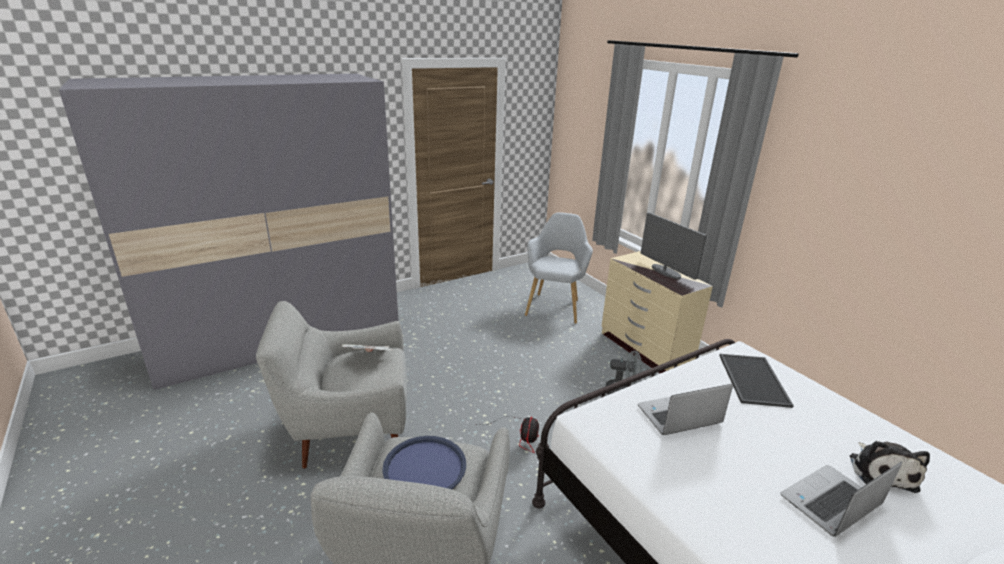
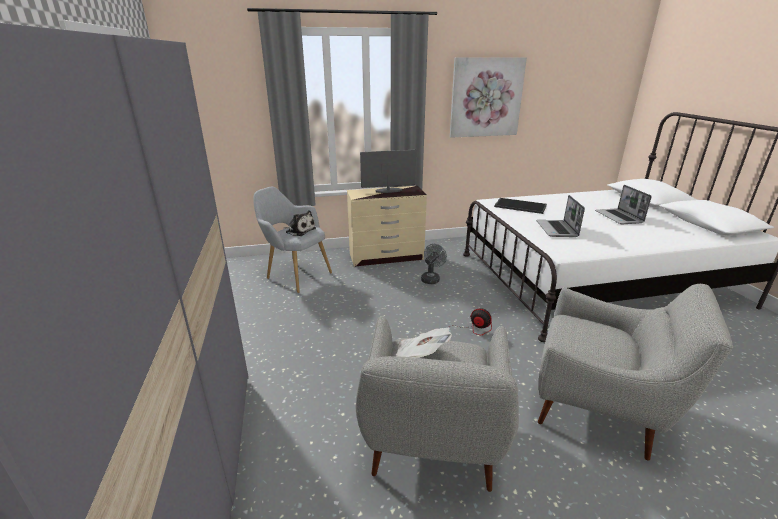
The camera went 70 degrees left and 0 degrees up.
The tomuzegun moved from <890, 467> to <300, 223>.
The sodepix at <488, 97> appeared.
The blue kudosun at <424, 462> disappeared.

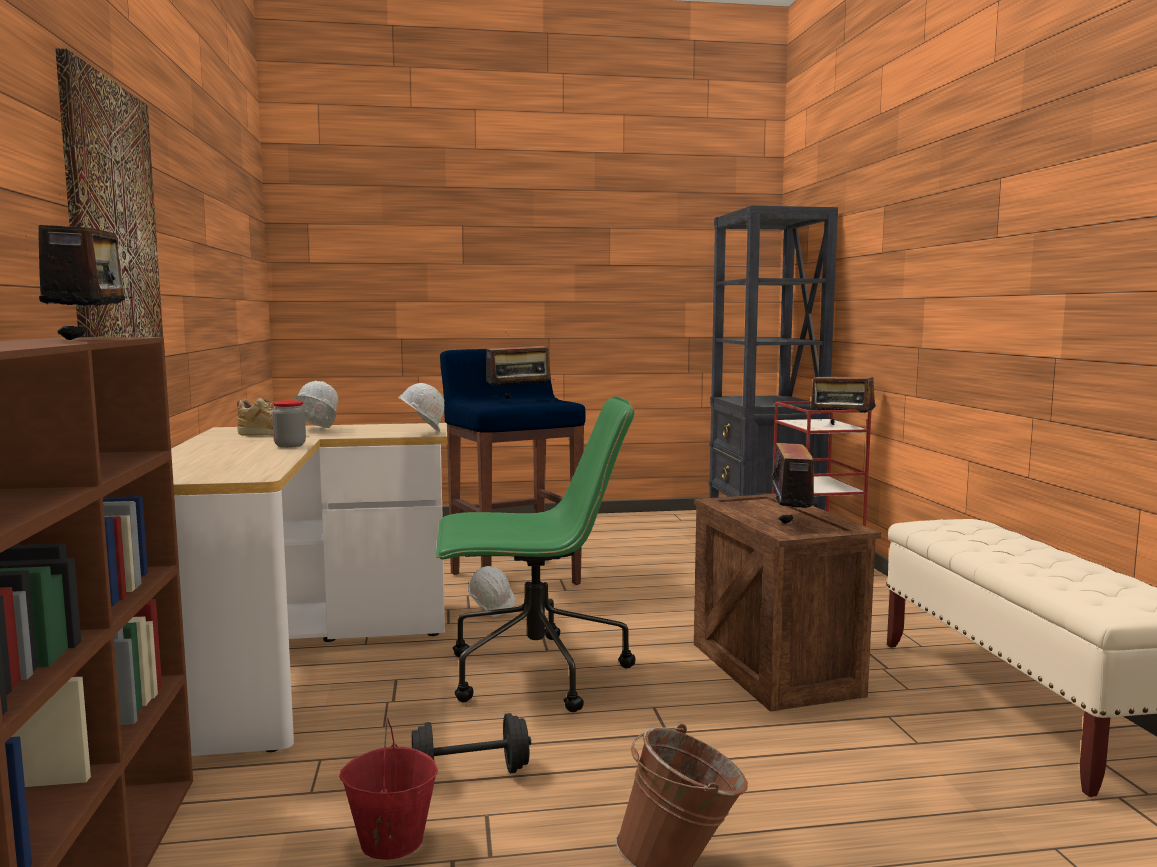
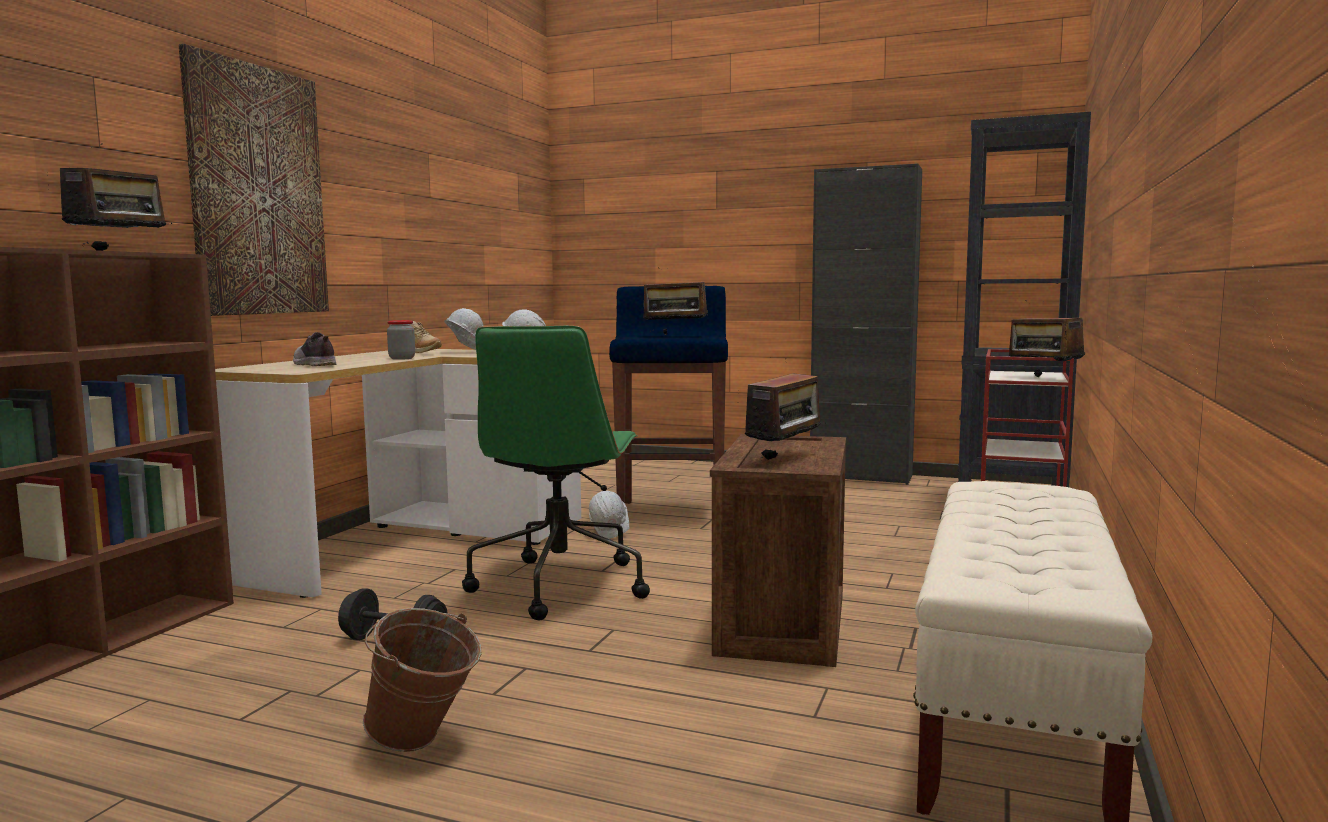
The camera went 30 degrees right and 0 degrees up.
The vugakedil at <314, 349> appeared.
The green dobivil at <536, 554> turned 75 degrees clockwise.
The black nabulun at <866, 324> appeared.
The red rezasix at <388, 789> disappeared.

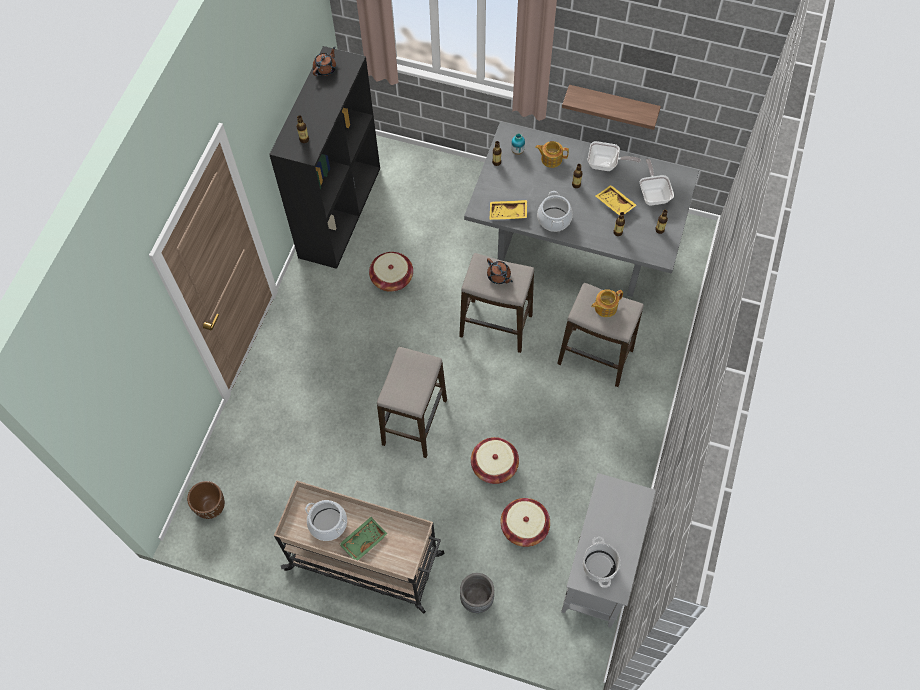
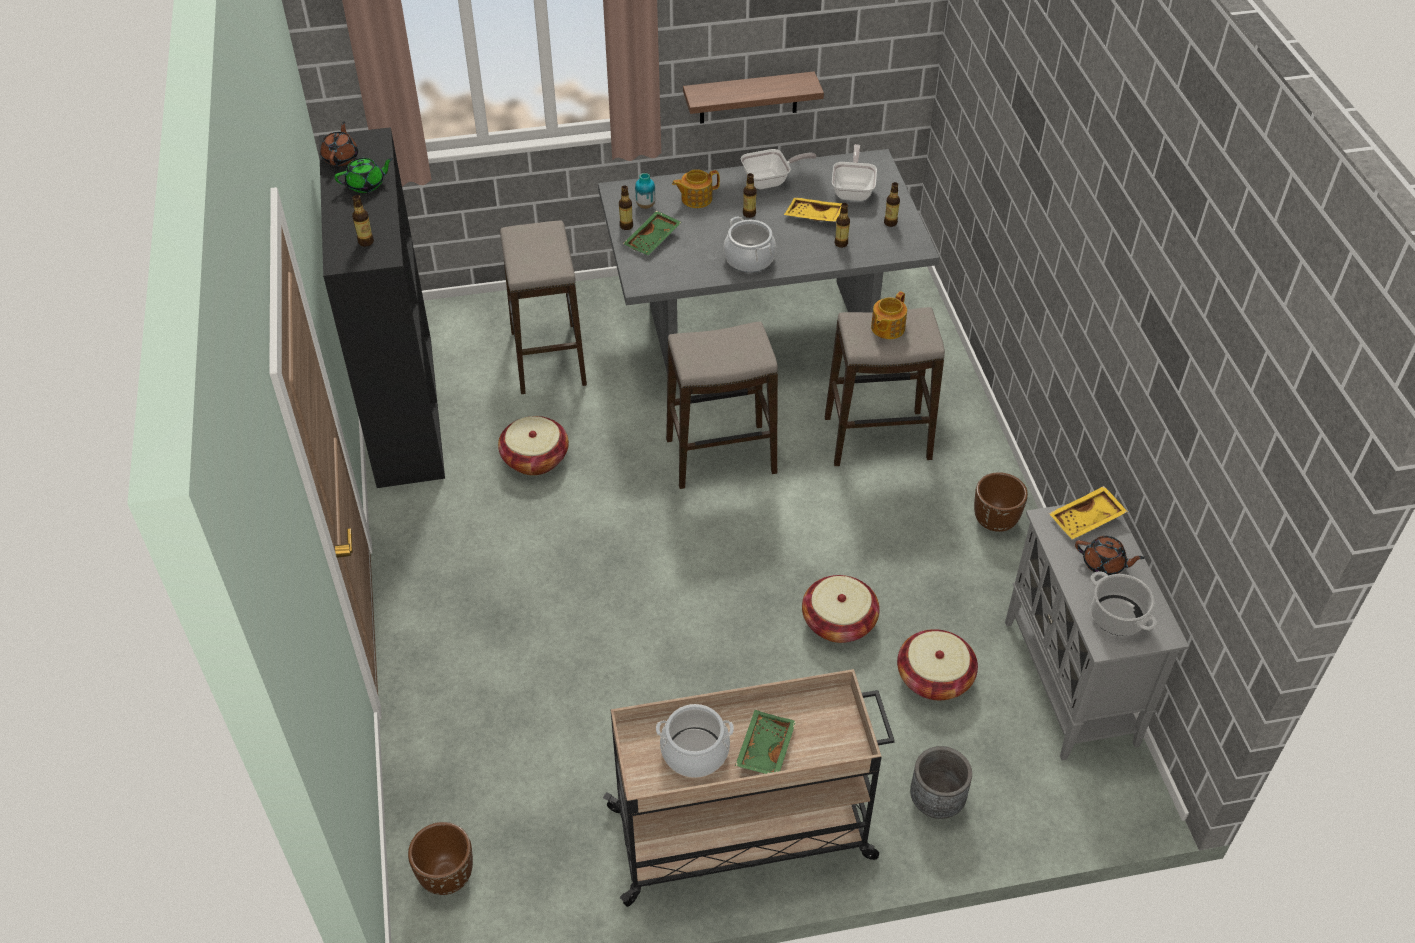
The camera went 30 degrees left and 15 degrees down.
The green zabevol at <363, 175> appeared.
The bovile moved from <412, 402> to <543, 307>.
The green kudosun at <652, 232> appeared.
The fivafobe at <657, 182> turned 45 degrees clockwise.
The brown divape at <1001, 502> appeared.
The yellow kudosun moved from <508, 210> to <1088, 512>.
The brown zabevol moved from <500, 271> to <1110, 555>.

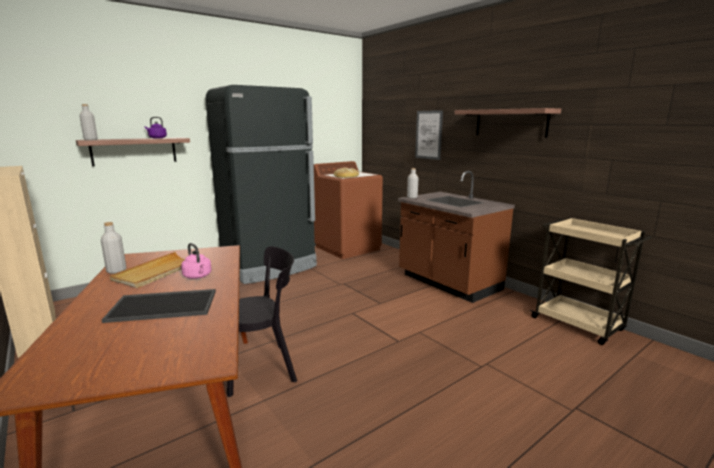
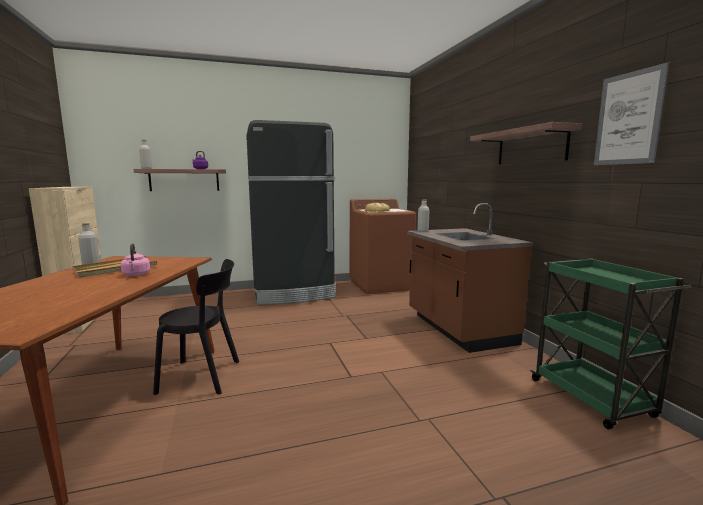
The camera went 20 degrees right and 5 degrees down.
The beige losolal at <591, 281> became the green losolal at <611, 343>.
The sodepix moved from <429, 135> to <631, 113>.
The kudosun at <159, 306> disappeared.

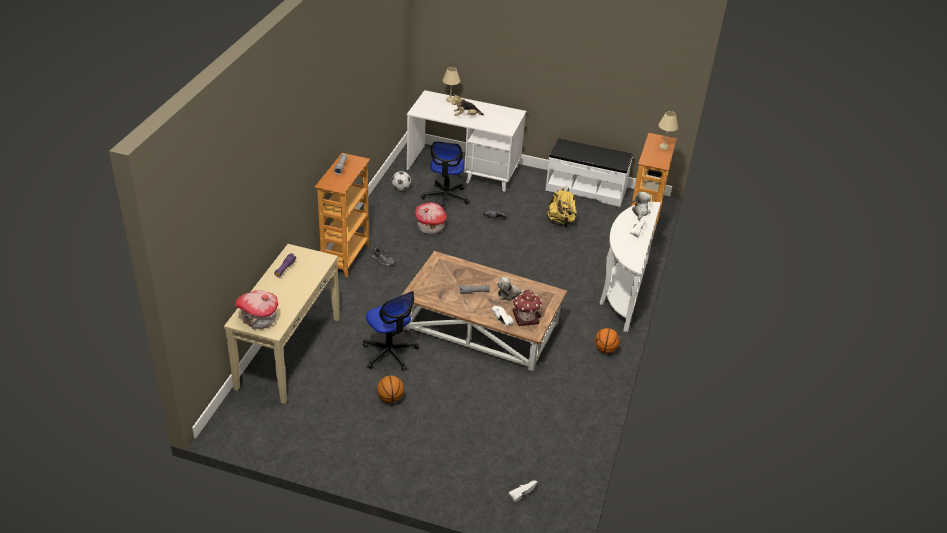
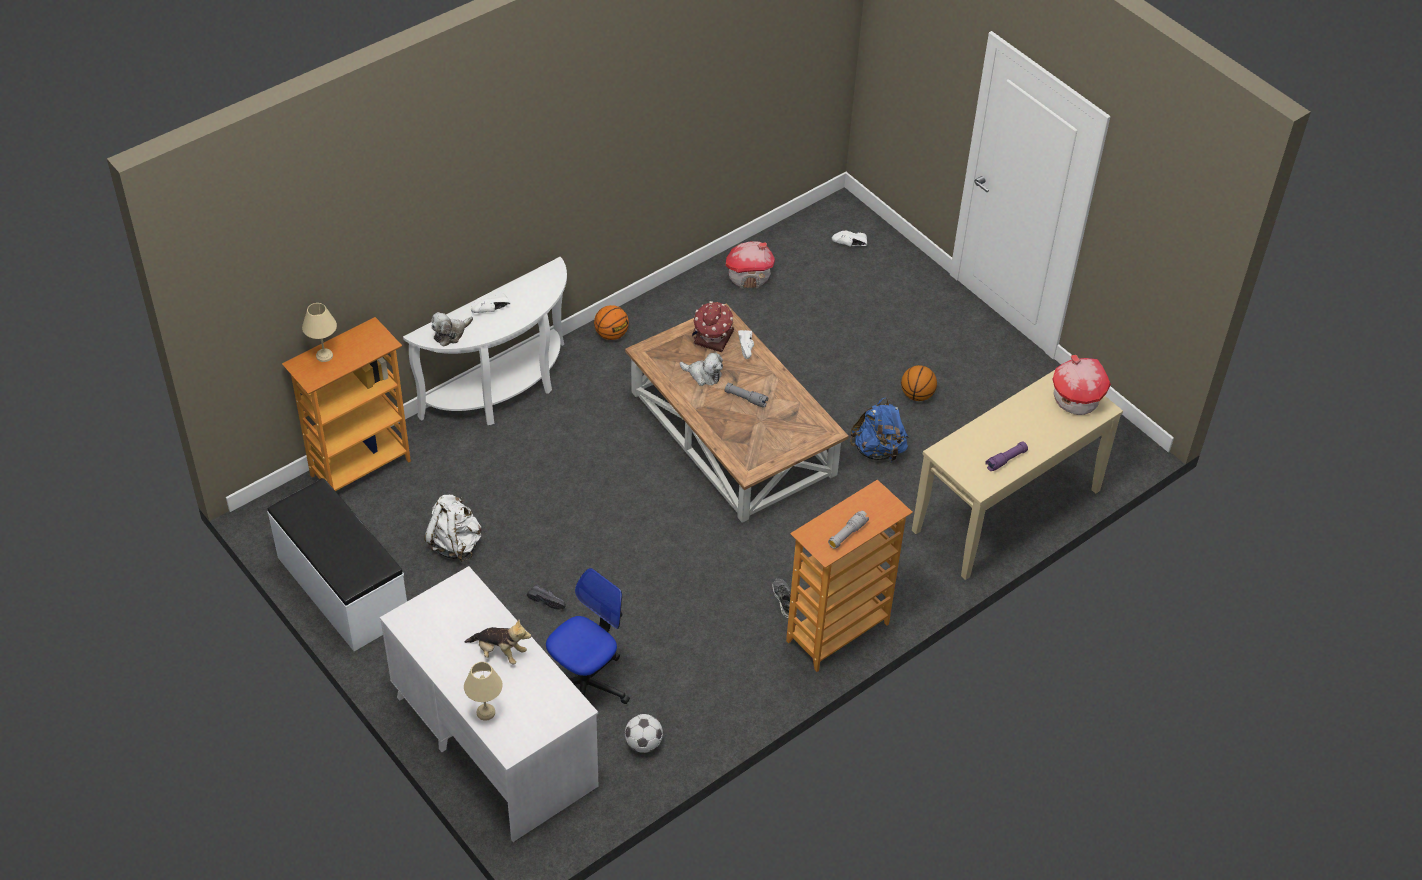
The camera went 145 degrees left and 10 degrees up.
The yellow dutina at <561, 206> became the white dutina at <453, 528>.
The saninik moved from <431, 218> to <750, 265>.
The dobivil at <391, 331> was replaced by the blue dutina at <879, 429>.

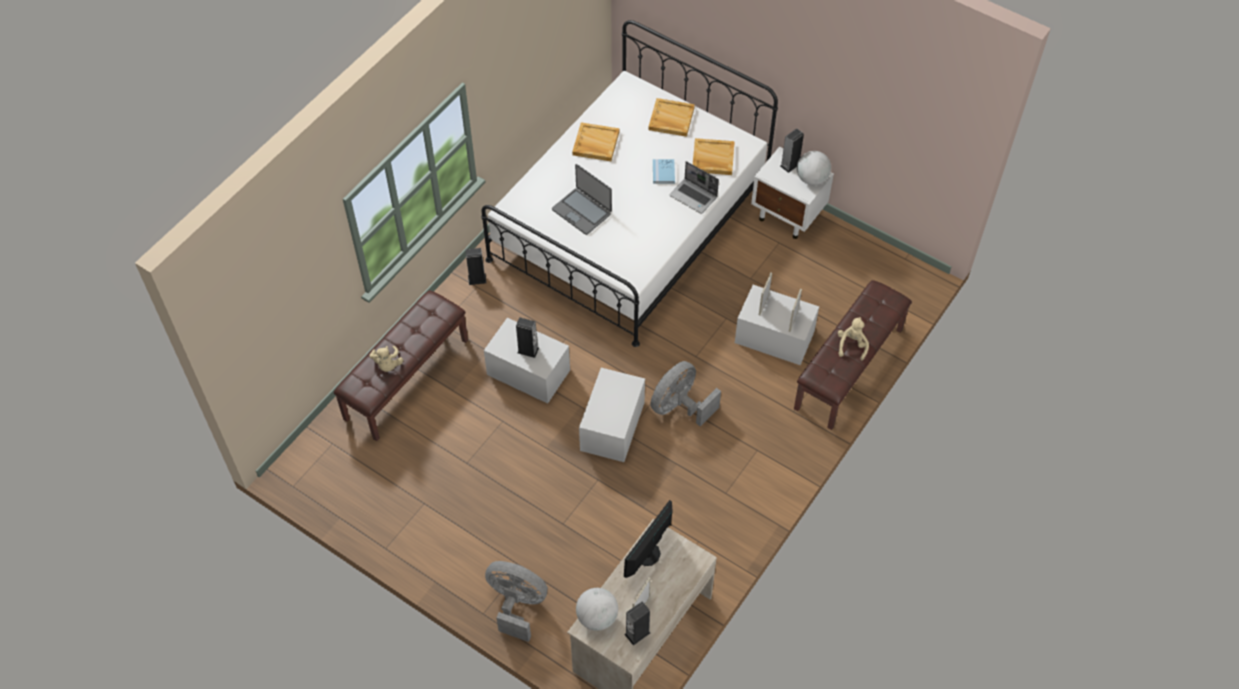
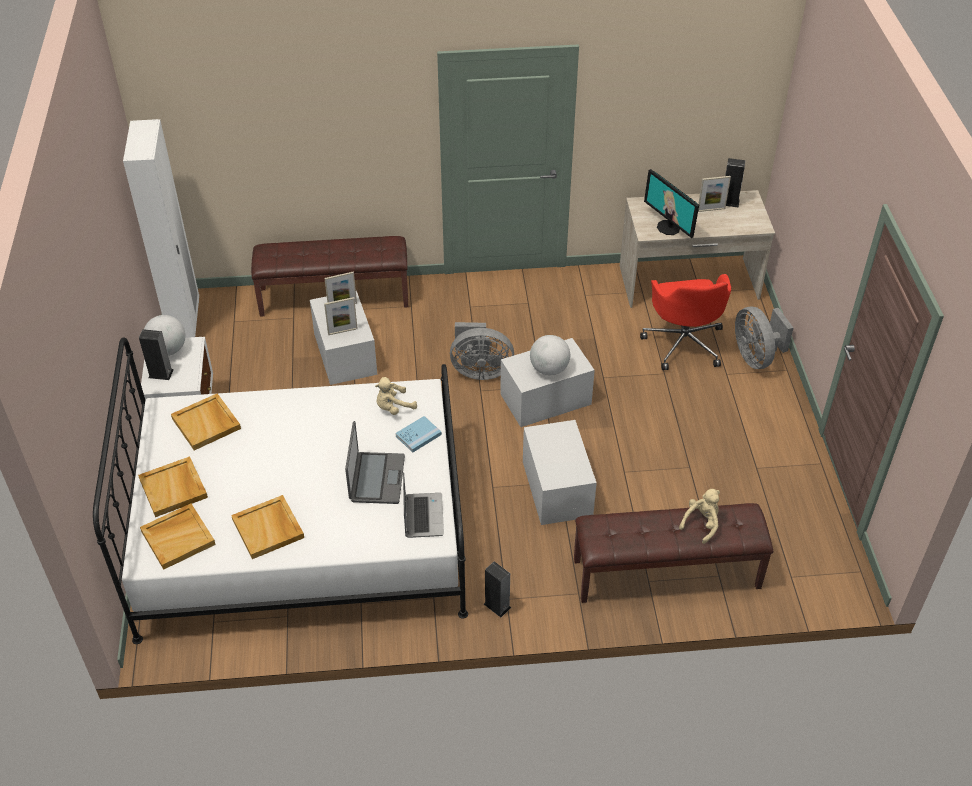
The camera went 130 degrees left and 10 degrees down.
The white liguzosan at <161, 228> appeared.
The beige kudosun at <178, 537> appeared.
The beige tomuzegun moved from <853, 338> to <396, 396>.
The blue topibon moved from <664, 171> to <418, 434>.
The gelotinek moved from <694, 187> to <423, 505>.
The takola moved from <597, 609> to <550, 355>.
The red dobivil at <685, 322> appeared.
The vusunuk at <648, 539> turned 60 degrees clockwise.
The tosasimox at <527, 337> disappeared.

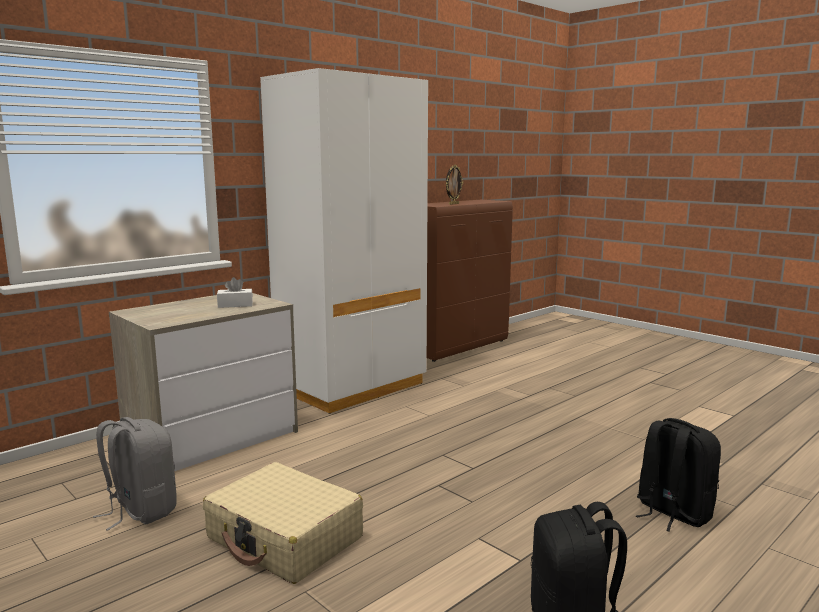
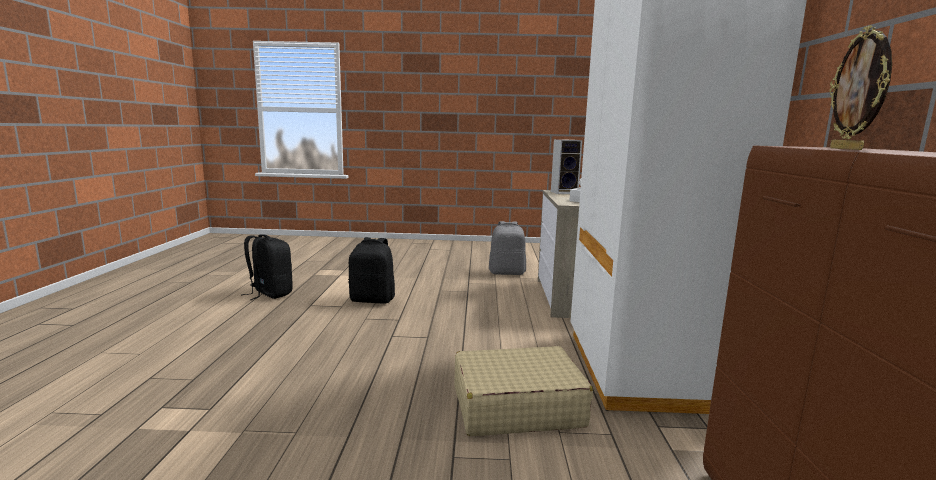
The camera went 135 degrees right and 0 degrees up.
The black dutina moved from <678, 474> to <371, 270>.
The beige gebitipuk moved from <283, 523> to <523, 391>.
The tosasimox at <566, 166> appeared.

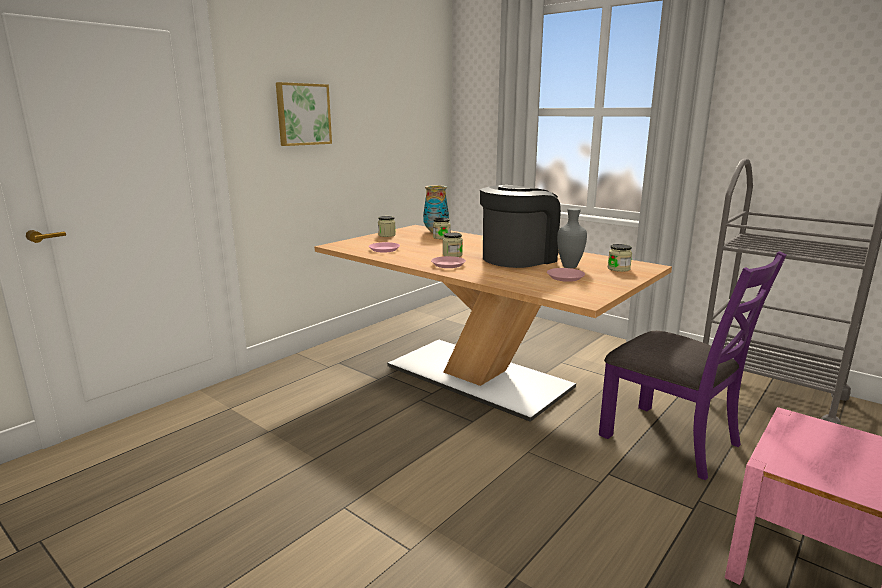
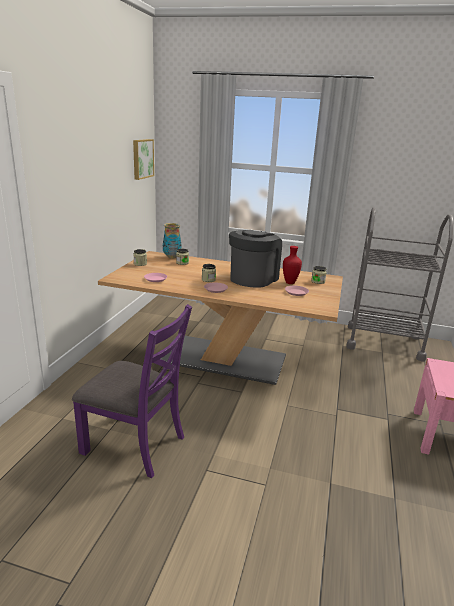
The camera went 25 degrees left and 5 degrees up.
The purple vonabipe moved from <693, 365> to <132, 391>.
The sodepix moved from <304, 114> to <143, 159>.
The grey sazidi at <572, 238> became the red sazidi at <292, 265>.

